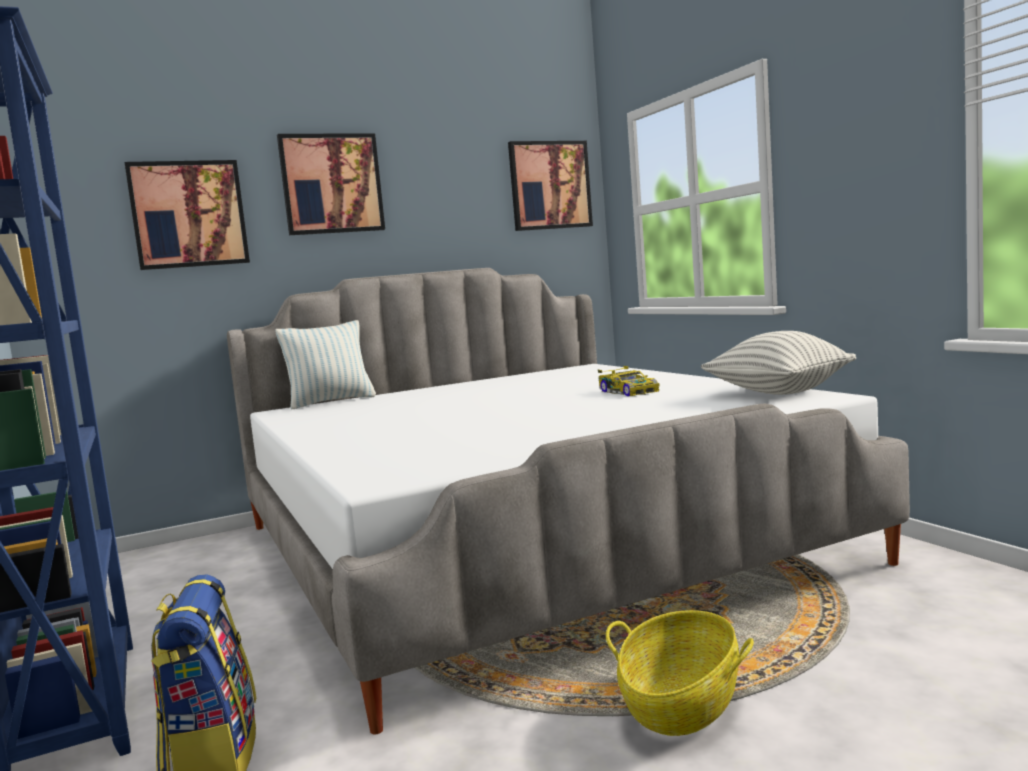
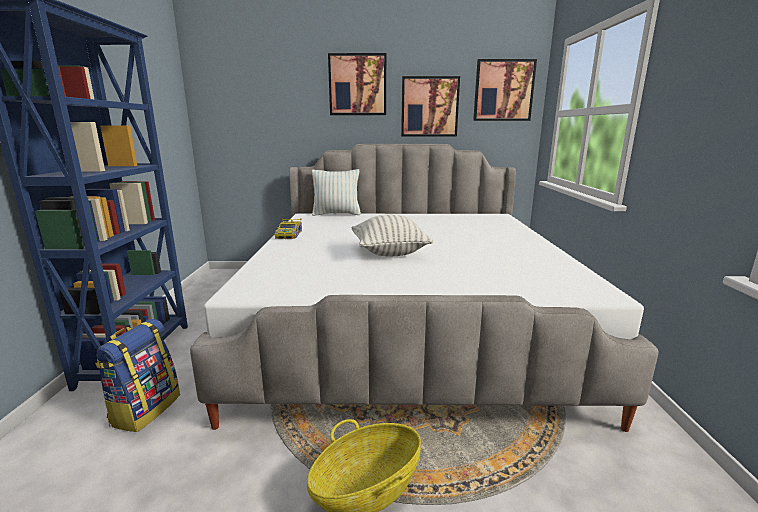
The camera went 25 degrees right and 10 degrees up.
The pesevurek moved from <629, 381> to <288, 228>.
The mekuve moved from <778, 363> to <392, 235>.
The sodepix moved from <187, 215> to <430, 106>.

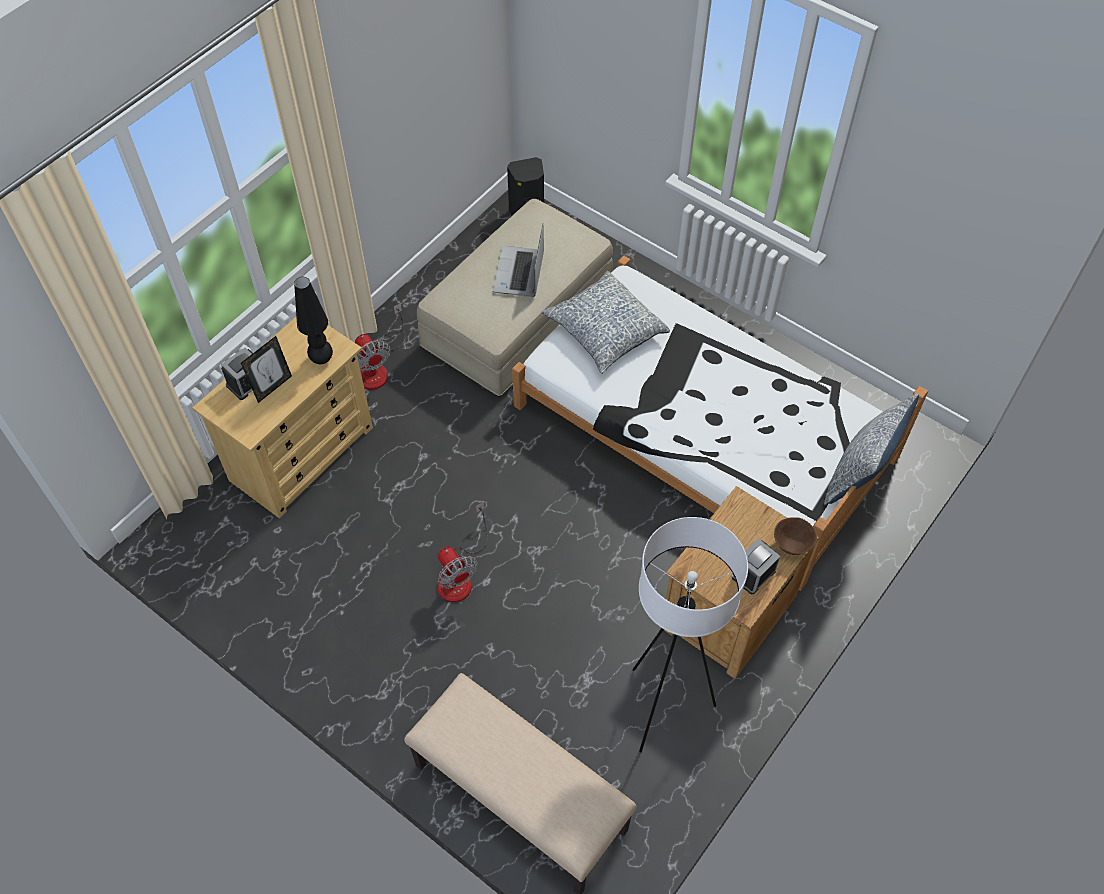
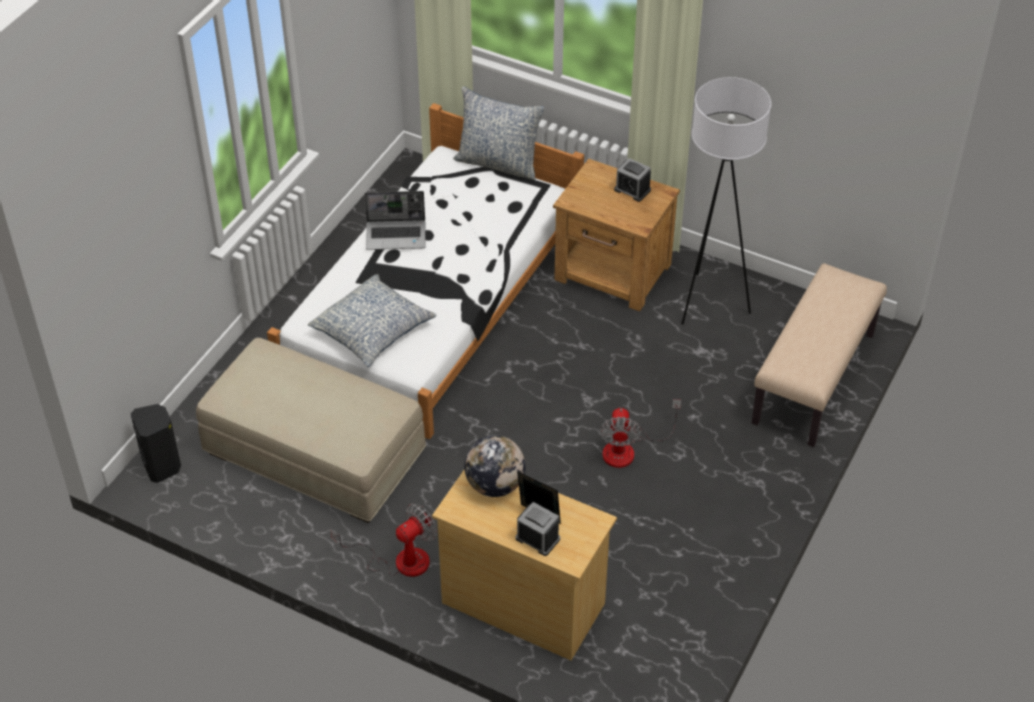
The camera went 100 degrees left and 10 degrees down.
The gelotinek moved from <518, 260> to <395, 220>.
The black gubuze at <313, 320> was replaced by the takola at <495, 466>.
The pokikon at <462, 552> turned 135 degrees clockwise.
The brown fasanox at <795, 536> disappeared.

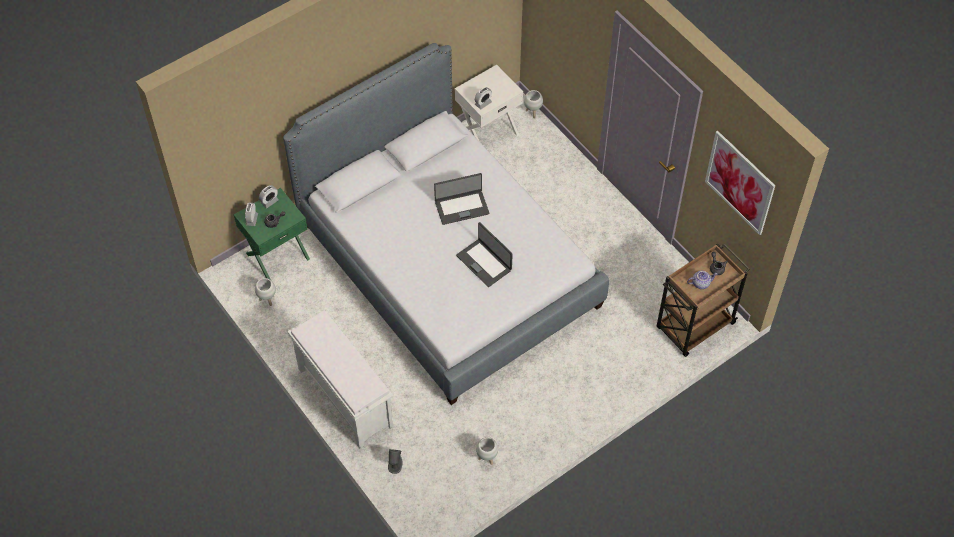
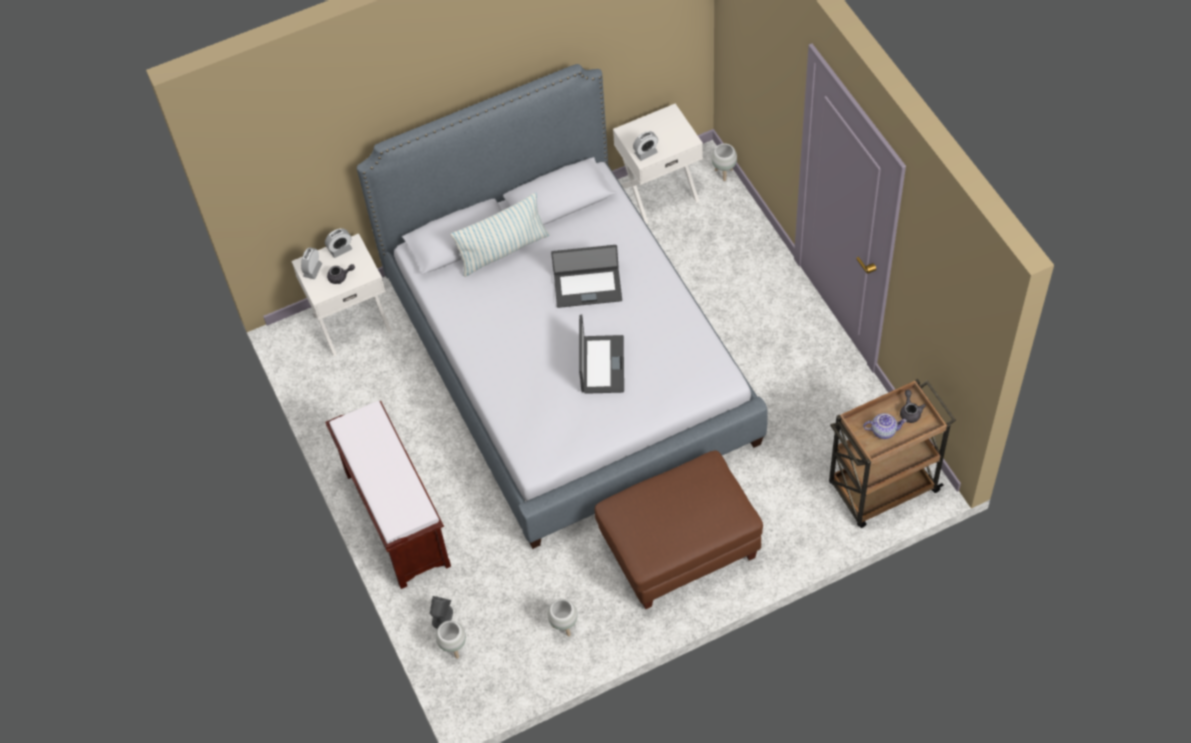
The camera went 15 degrees right and 0 degrees up.
The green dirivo at <272, 234> became the white dirivo at <341, 294>.
The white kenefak at <340, 379> became the brown kenefak at <388, 495>.
The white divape moved from <265, 292> to <451, 640>.
The mekuve at <500, 234> appeared.
The gelotinek at <484, 254> turned 150 degrees counterclockwise.
The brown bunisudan at <679, 529> appeared.
The sodepix at <740, 183> disappeared.

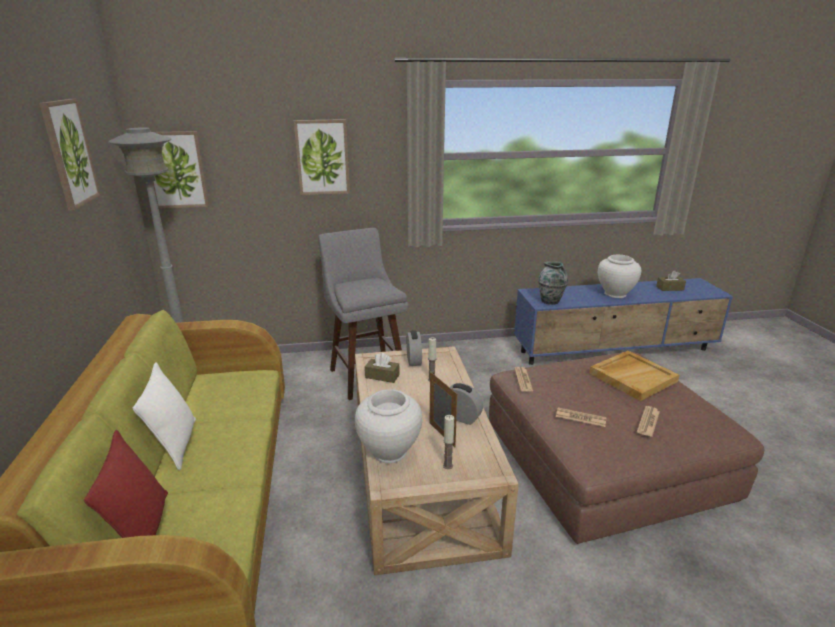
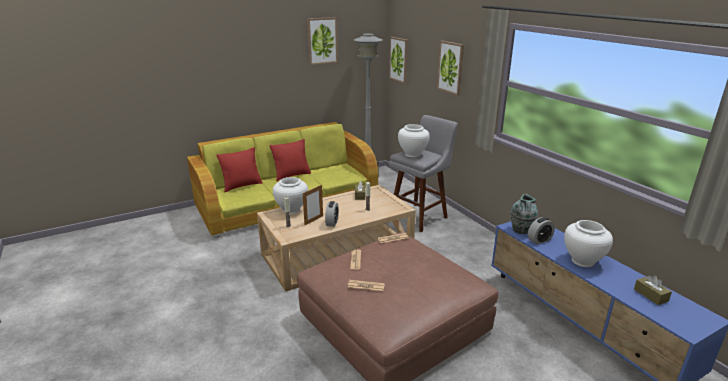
The camera went 70 degrees right and 0 degrees up.
The white mekuve at <164, 416> became the red mekuve at <290, 160>.
The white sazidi at <414, 140> appeared.
The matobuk moved from <414, 348> to <541, 231>.
The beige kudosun at <634, 376> disappeared.

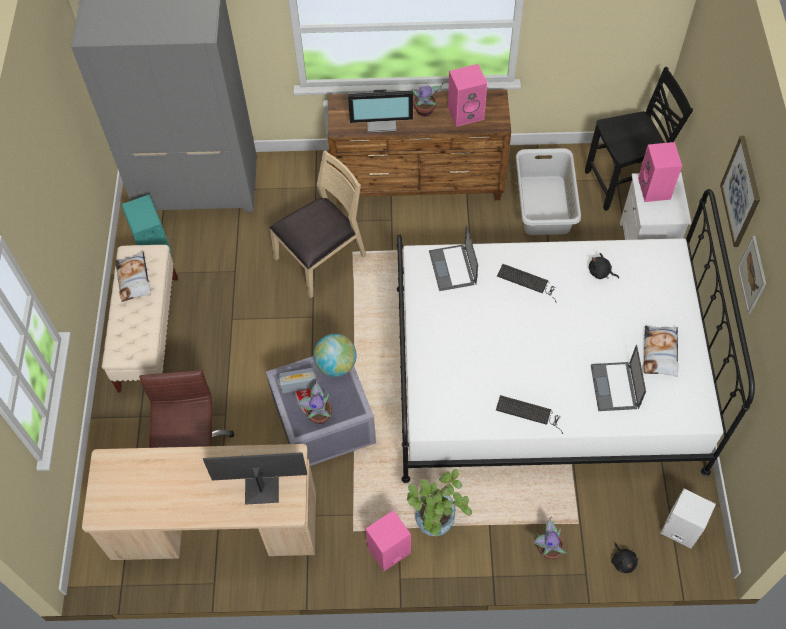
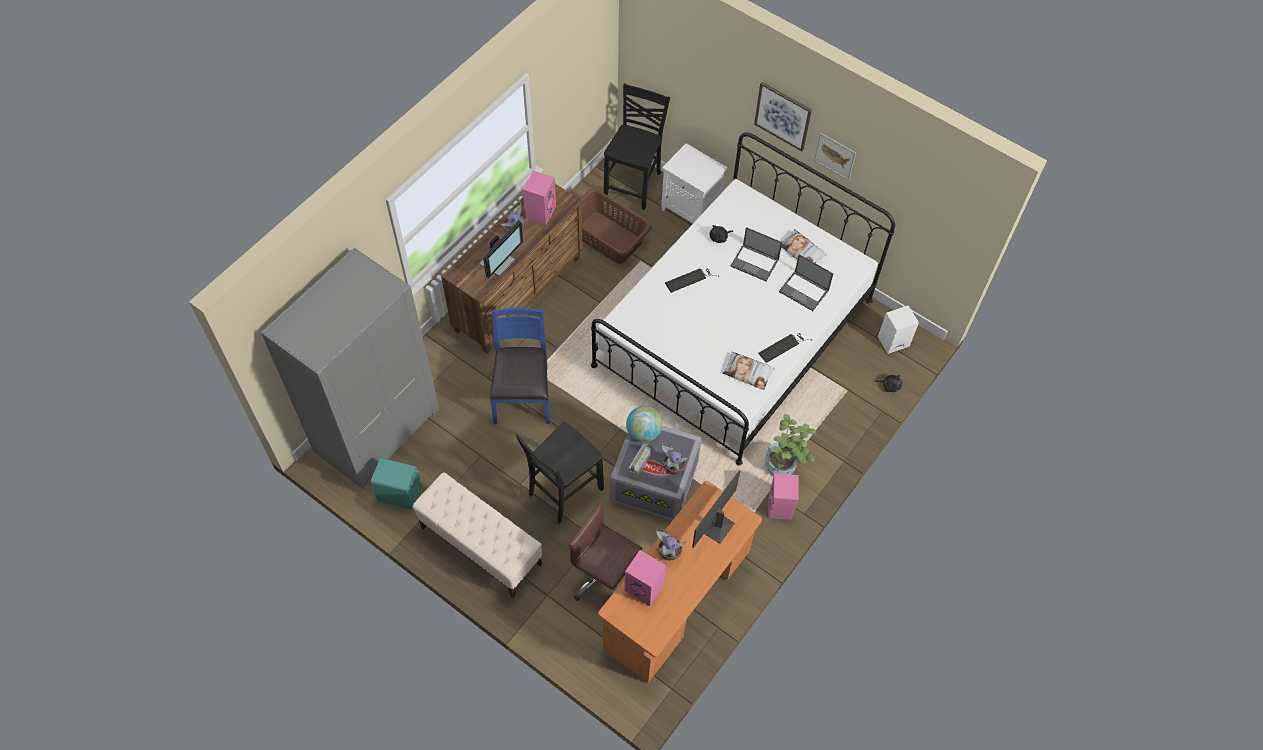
The camera went 55 degrees left and 0 degrees up.
The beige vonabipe at <318, 224> became the blue vonabipe at <520, 366>.
The black vonabipe at <559, 473> appeared.
The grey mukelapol at <548, 191> became the brown mukelapol at <616, 226>.
The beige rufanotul at <199, 502> became the orange rufanotul at <680, 582>.
The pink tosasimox moved from <660, 172> to <645, 578>.
The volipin moved from <550, 538> to <671, 544>.
The mekuve moved from <133, 277> to <749, 371>.
The gelotinek moved from <453, 258> to <756, 254>.

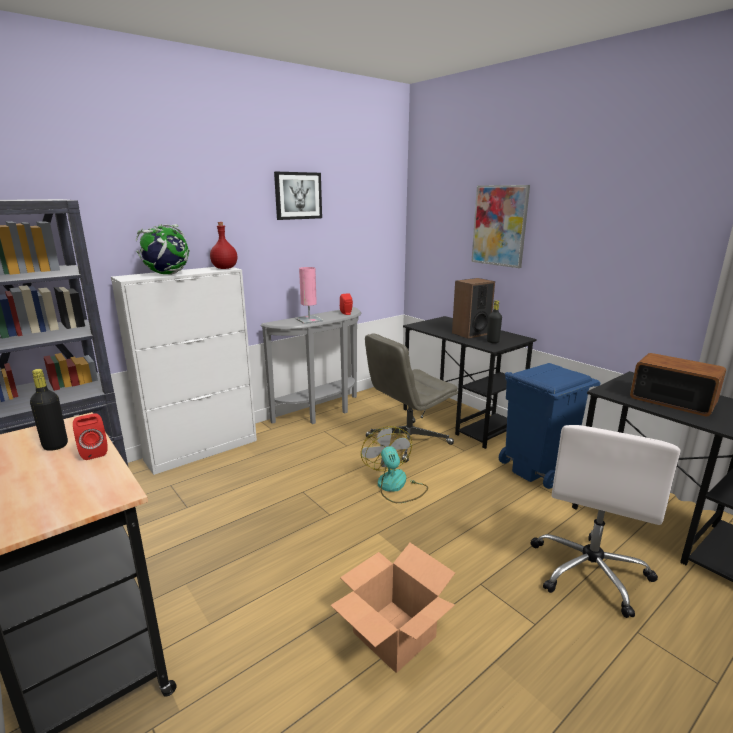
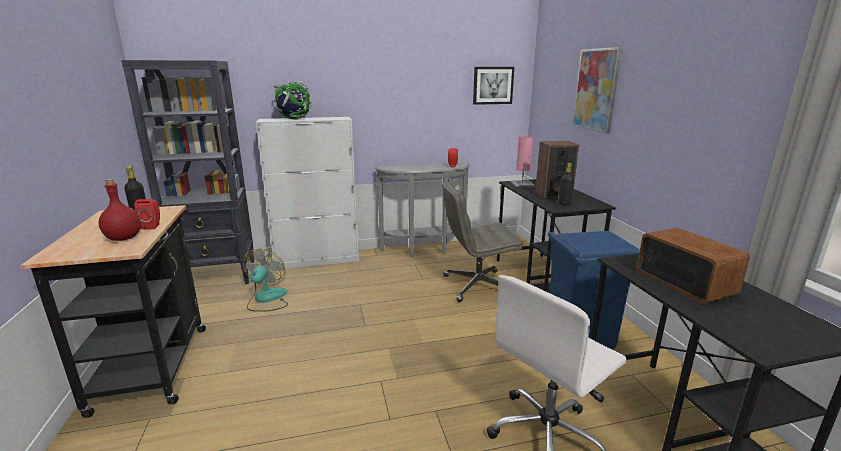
The camera went 25 degrees right and 0 degrees up.
The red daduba moved from <223, 245> to <120, 210>.
The pokikon moved from <394, 464> to <265, 280>.
The sodepix moved from <298, 196> to <493, 86>.
The pink gubuze moved from <309, 295> to <522, 161>.
The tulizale at <392, 608> disappeared.

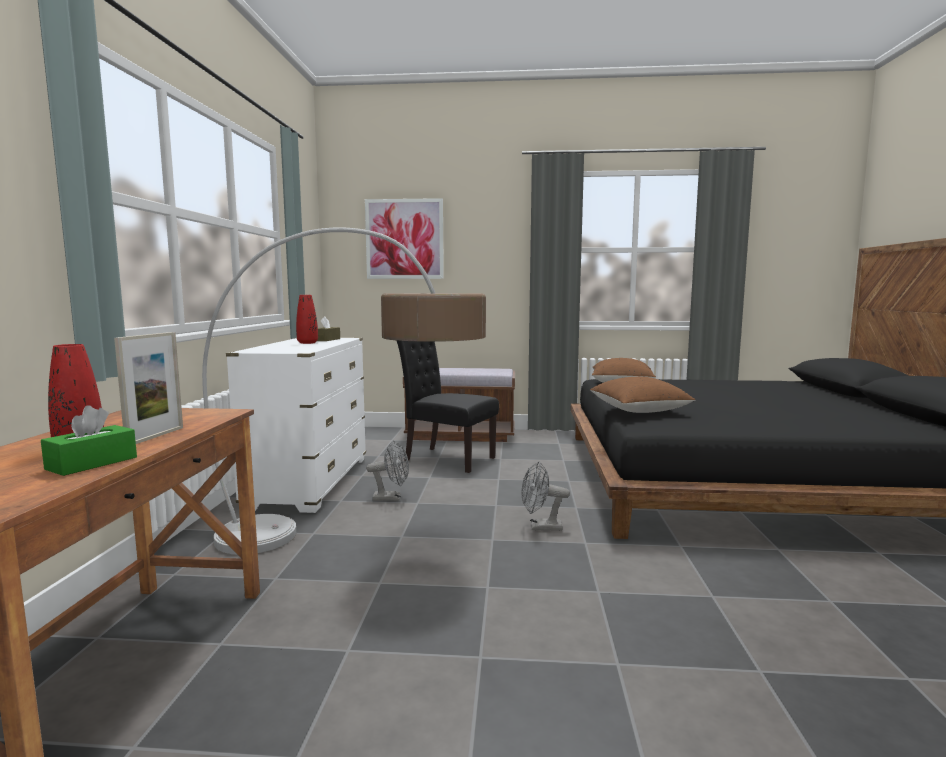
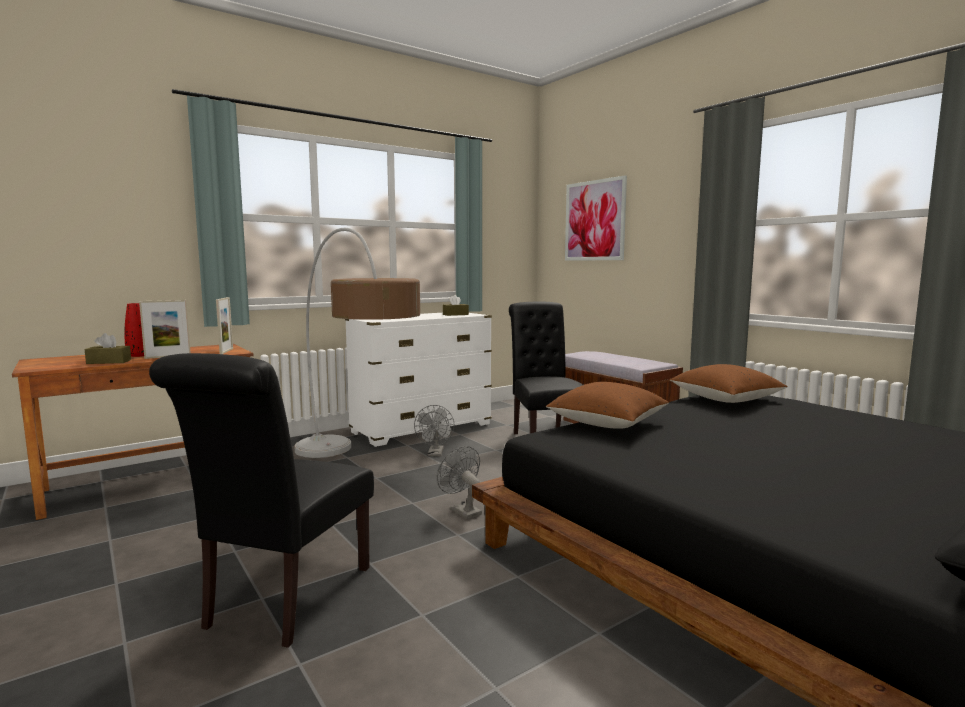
The camera went 50 degrees right and 0 degrees up.
The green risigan at <89, 440> became the brown risigan at <108, 348>.
The black vonabipe at <261, 500> appeared.
The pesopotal at <224, 325> appeared.
The grey pokikon at <387, 470> turned 45 degrees clockwise.
The red sazidi at <307, 319> disappeared.

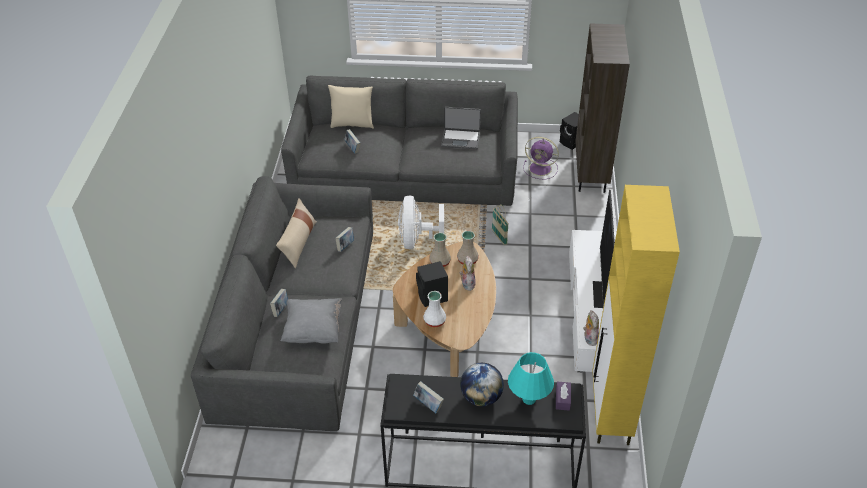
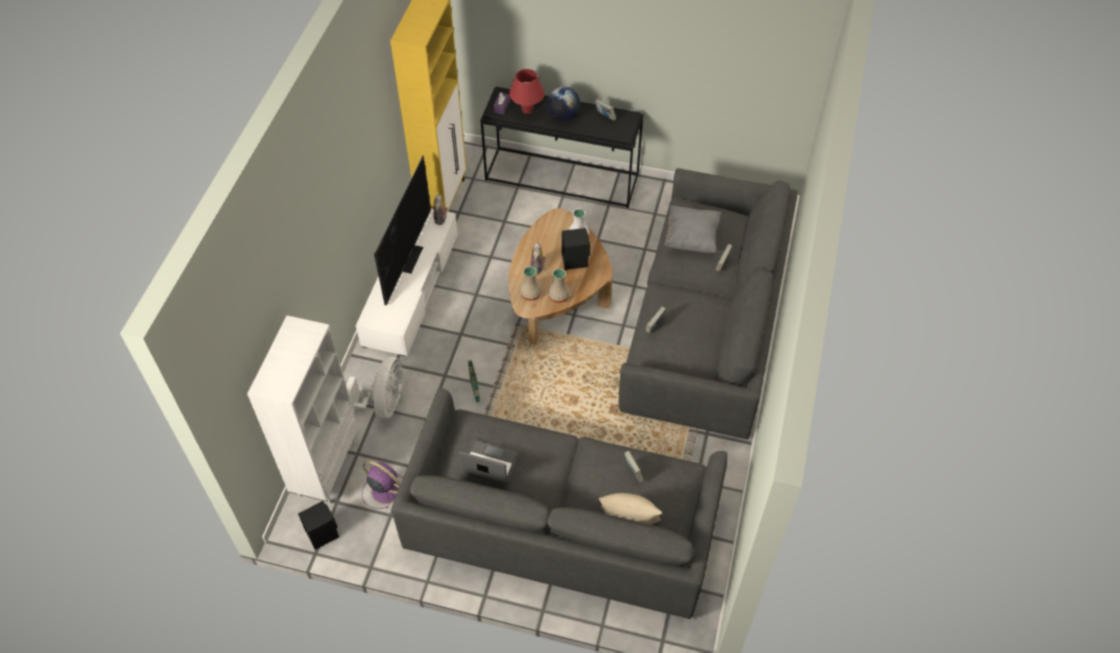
The camera went 170 degrees left and 10 degrees up.
The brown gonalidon at <602, 108> became the white gonalidon at <302, 409>.
The white pokikon moved from <421, 222> to <374, 387>.
The turquoise gubuze at <531, 378> became the red gubuze at <527, 91>.
The beige mekuve at <296, 233> disappeared.

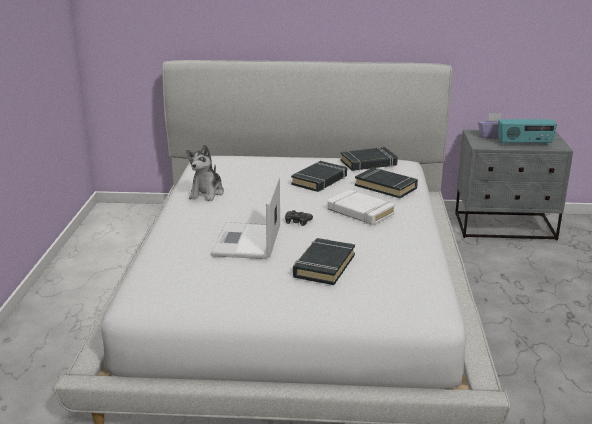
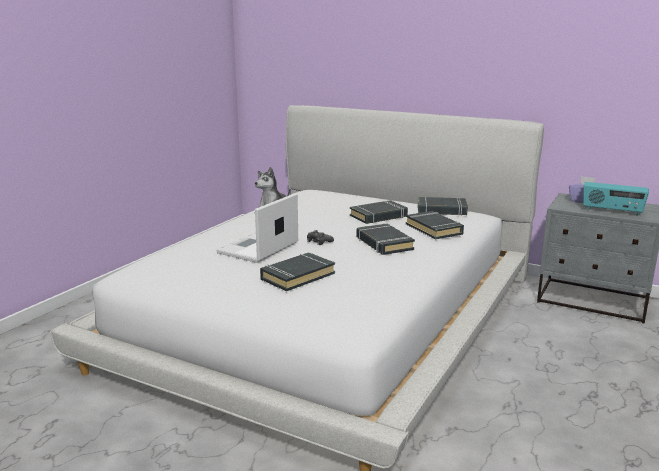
The camera went 25 degrees right and 5 degrees down.
The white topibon at <361, 207> became the black topibon at <386, 239>.

